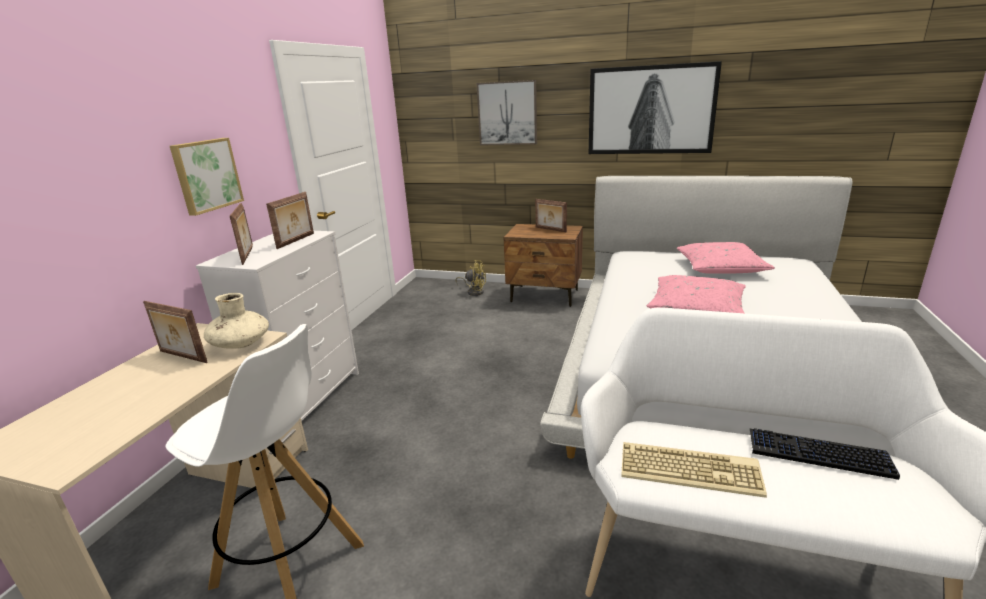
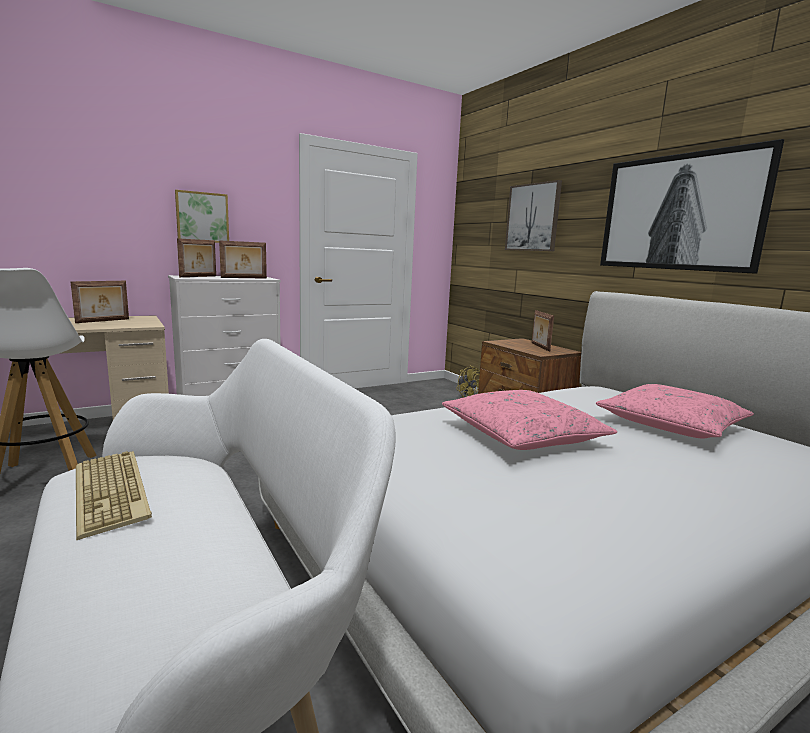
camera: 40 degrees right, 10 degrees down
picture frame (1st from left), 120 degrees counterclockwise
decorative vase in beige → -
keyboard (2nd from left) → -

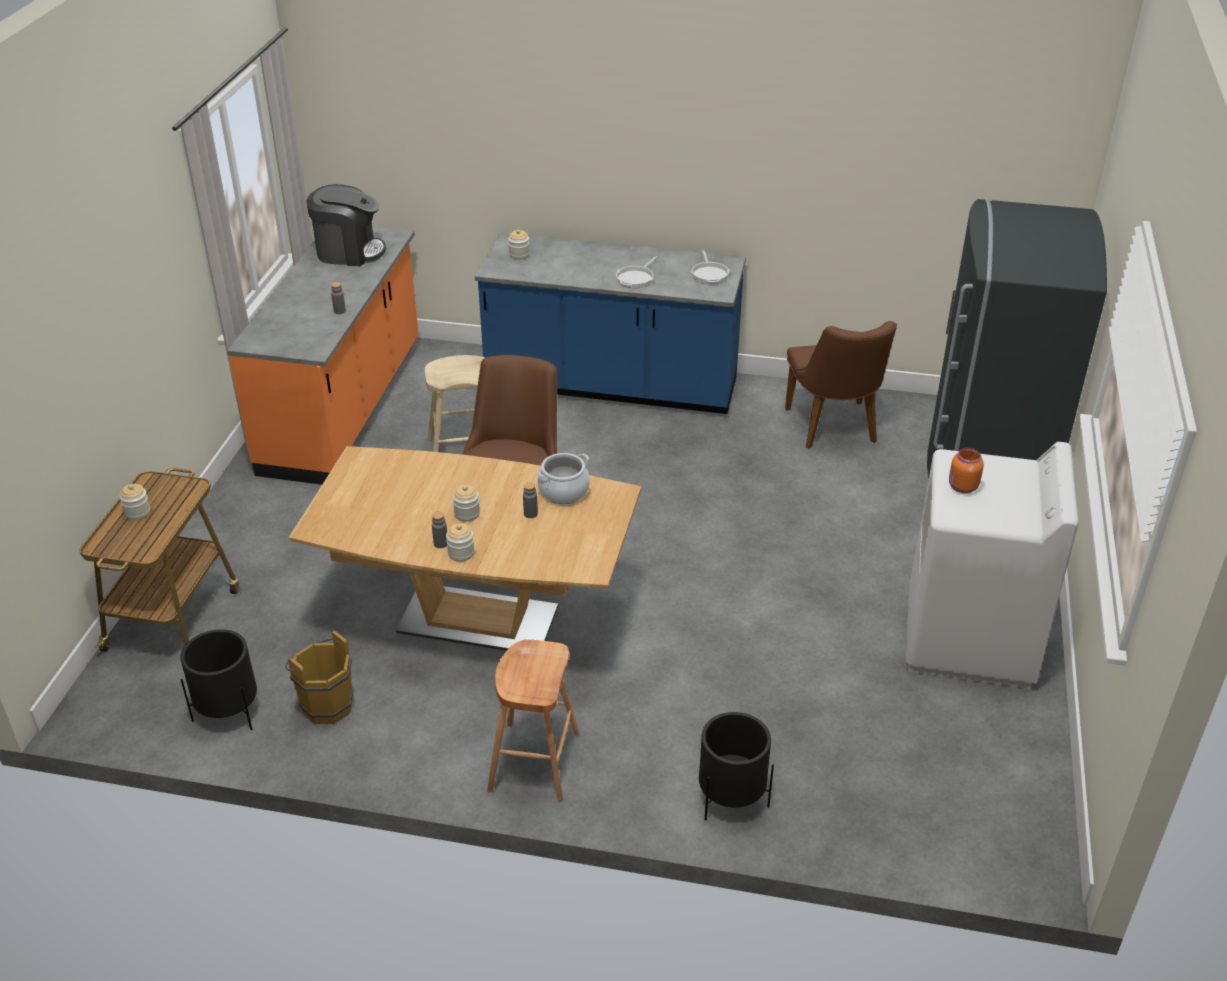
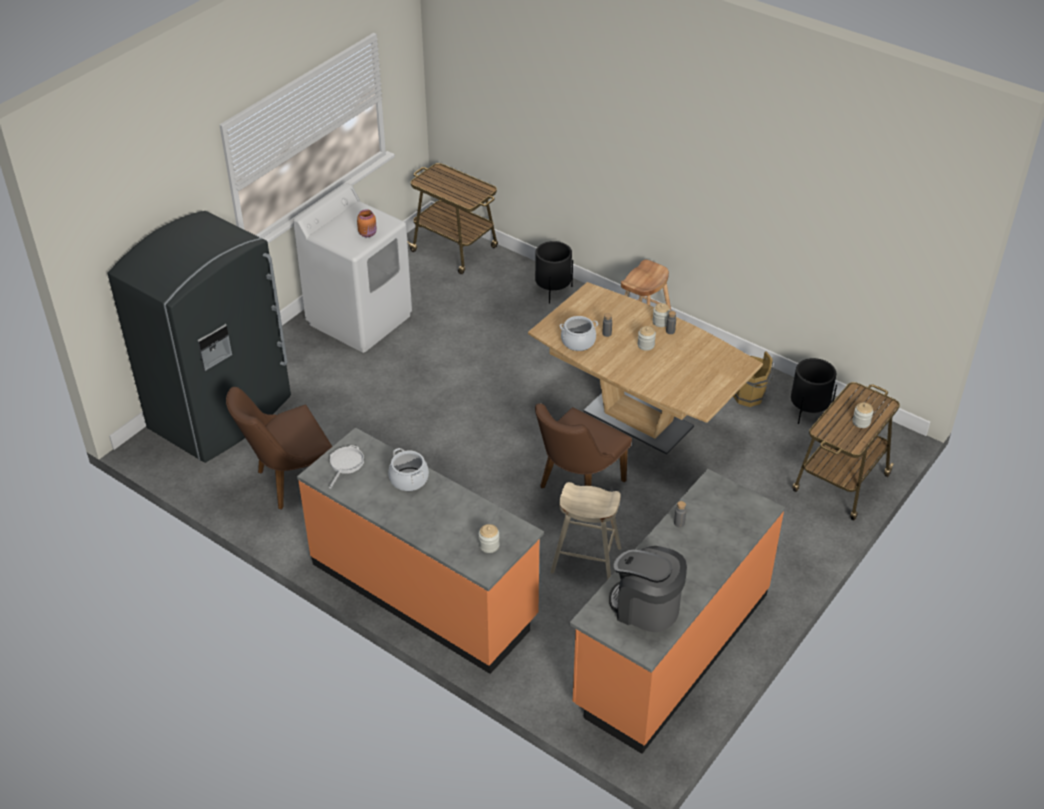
camera: 155 degrees left, 5 degrees up
kitchen base unit in blue → kitchen base unit in orange-coloured (1st from left)
skillet (1st from left) → stockpot (1st from left)
chair in brown-coloured (2nd from left in the first image) → chair in brown-coloured (1st from left), 135 degrees counterclockwise
- → trolley (1st from left)

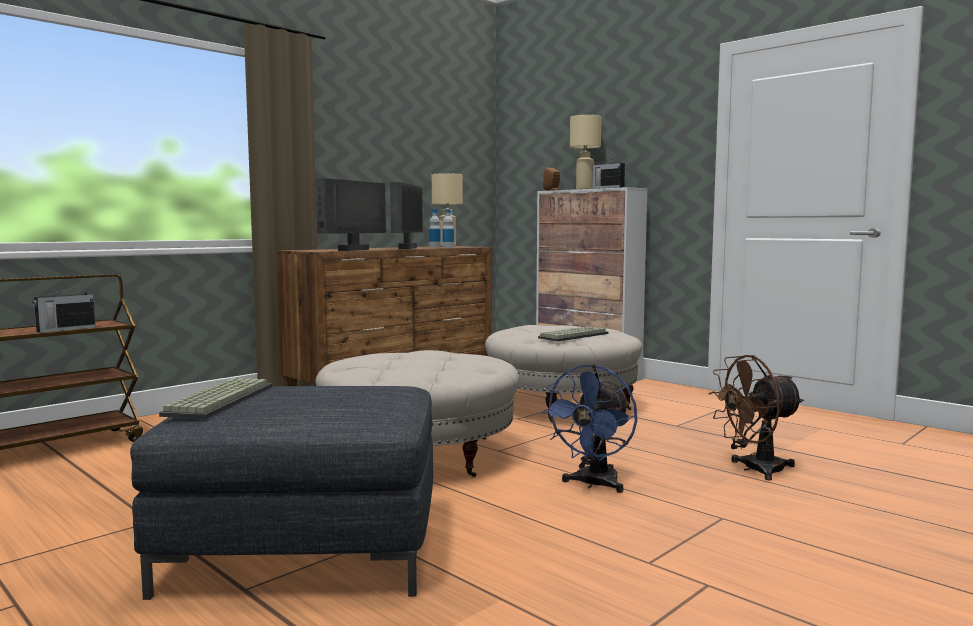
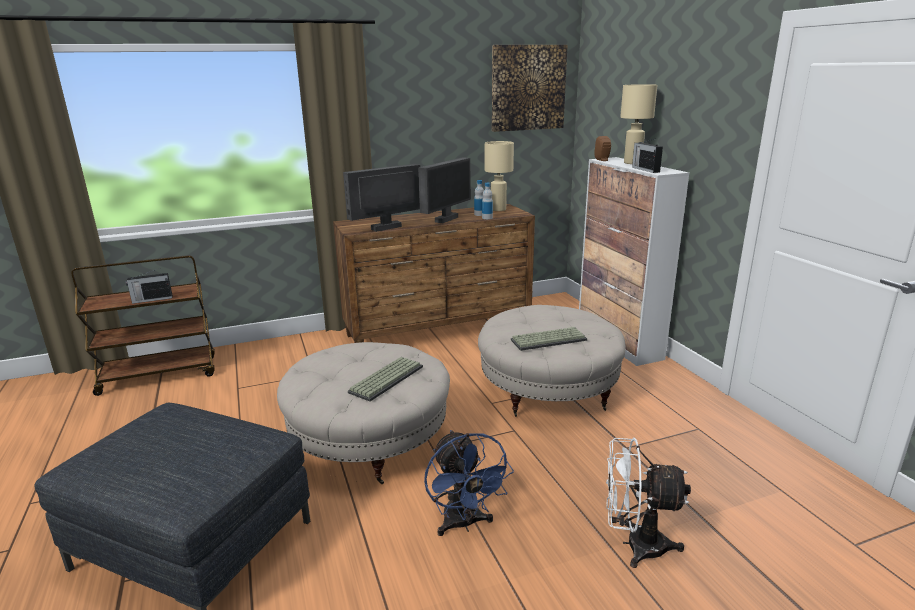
camera: 25 degrees right, 15 degrees up
keyboard (1st from left), move
fan in blue, 75 degrees counterclockwise
fan in brown-coloured → fan in whitish
- → picture

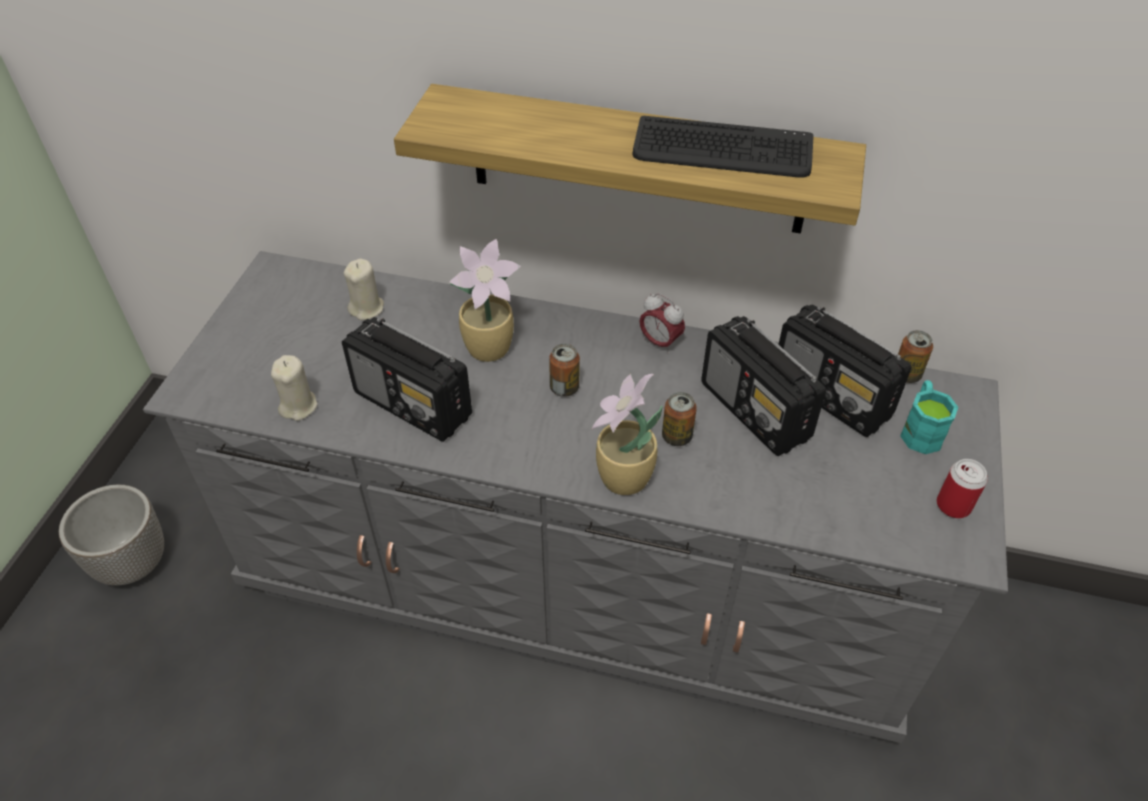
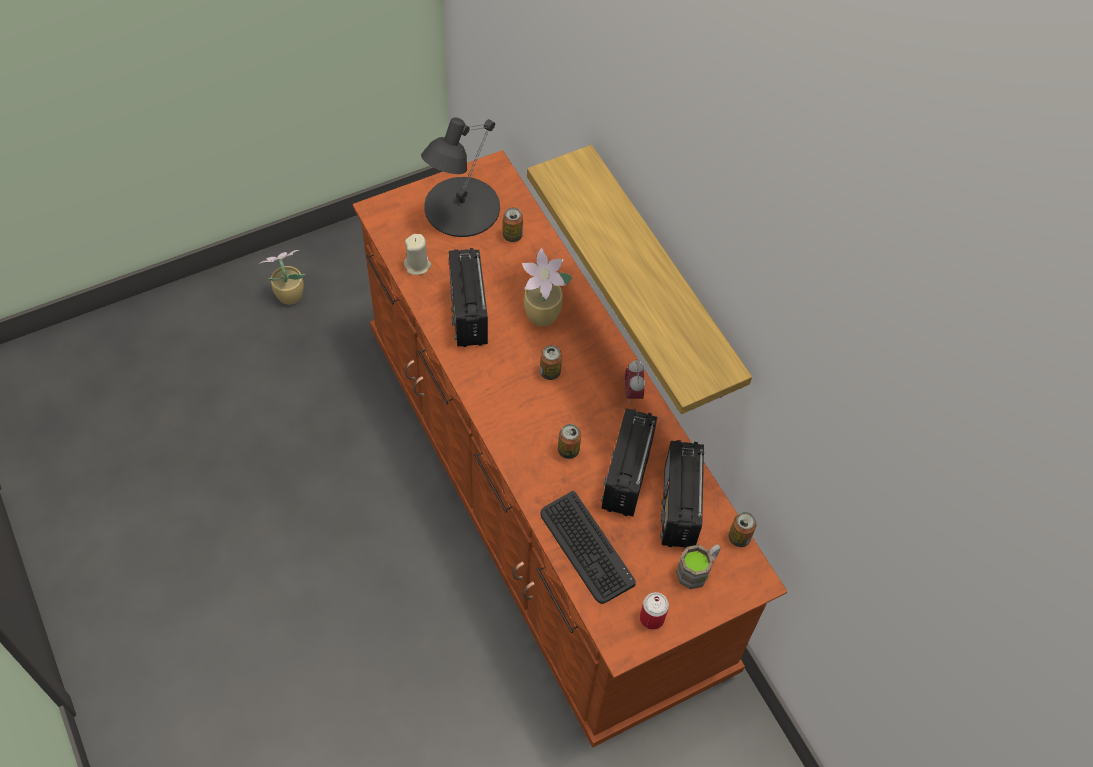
camera: 45 degrees right, 10 degrees up
flower pot → -
dresser in gray → dresser in brown-coloured
candle in beige (2nd from left) → can (1st from left)
houseplant (2nd from left in the first image) → houseplant (1st from left), move
keyboard, move
coffee mug in turquoise → coffee mug in brown-coloured
- → tabletop lamp in black

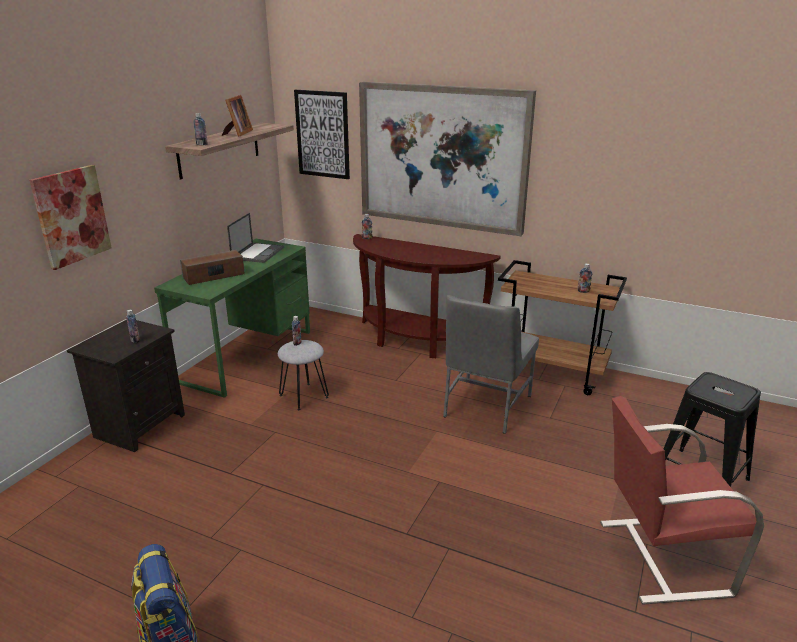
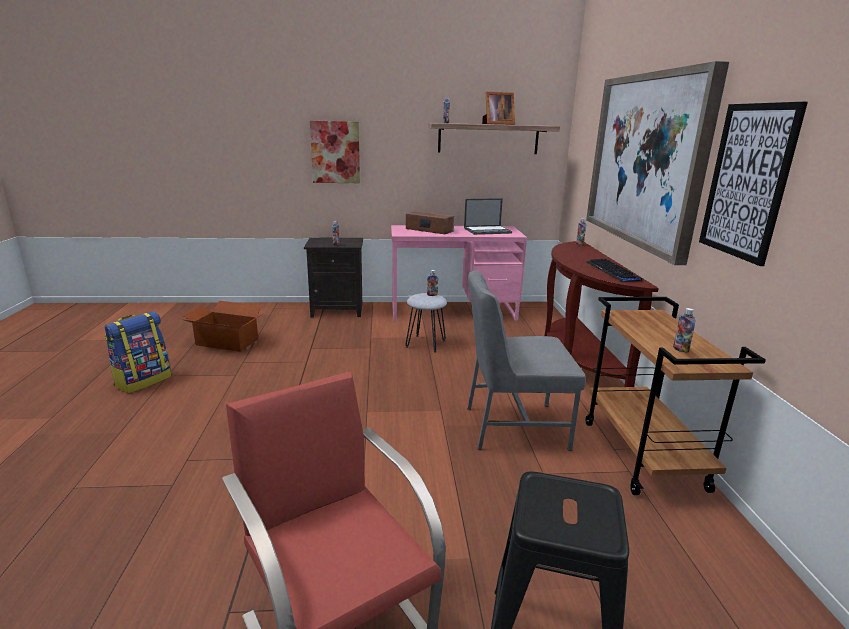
camera: 60 degrees right, 5 degrees down
desk in green → desk in pink-coloured
picture (2nd from left in the first image) → picture (3rd from left), move
- → packing box
- → keyboard

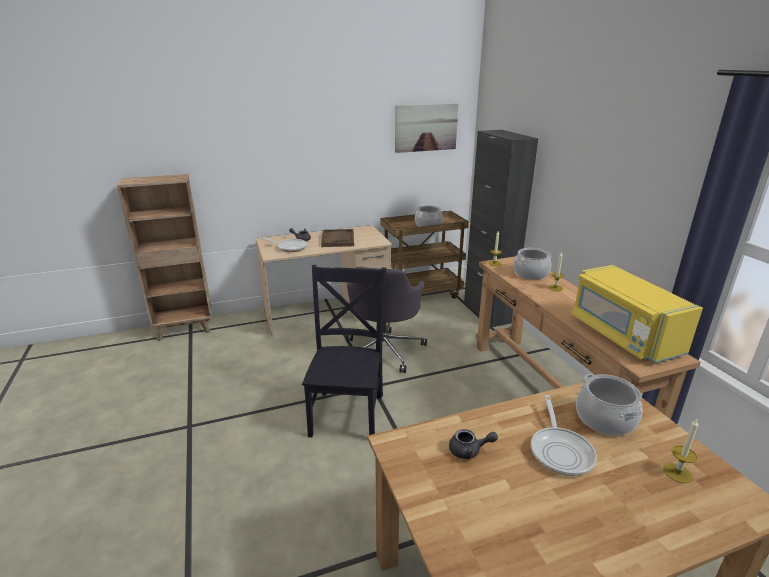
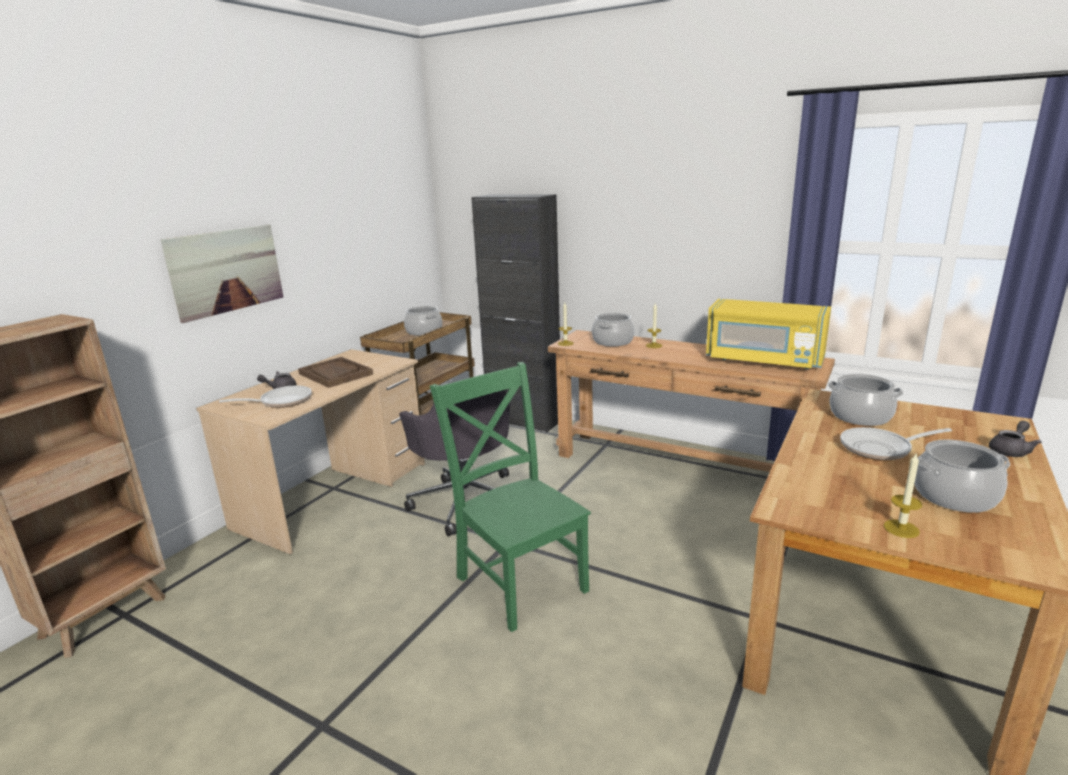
camera: 40 degrees left, 5 degrees down
chair in black → chair in green
picture, move
teapot in gray (2nd from left), move
skillet (2nd from left), 120 degrees clockwise
candle (3rd from left), move
- → stockpot (4th from left)

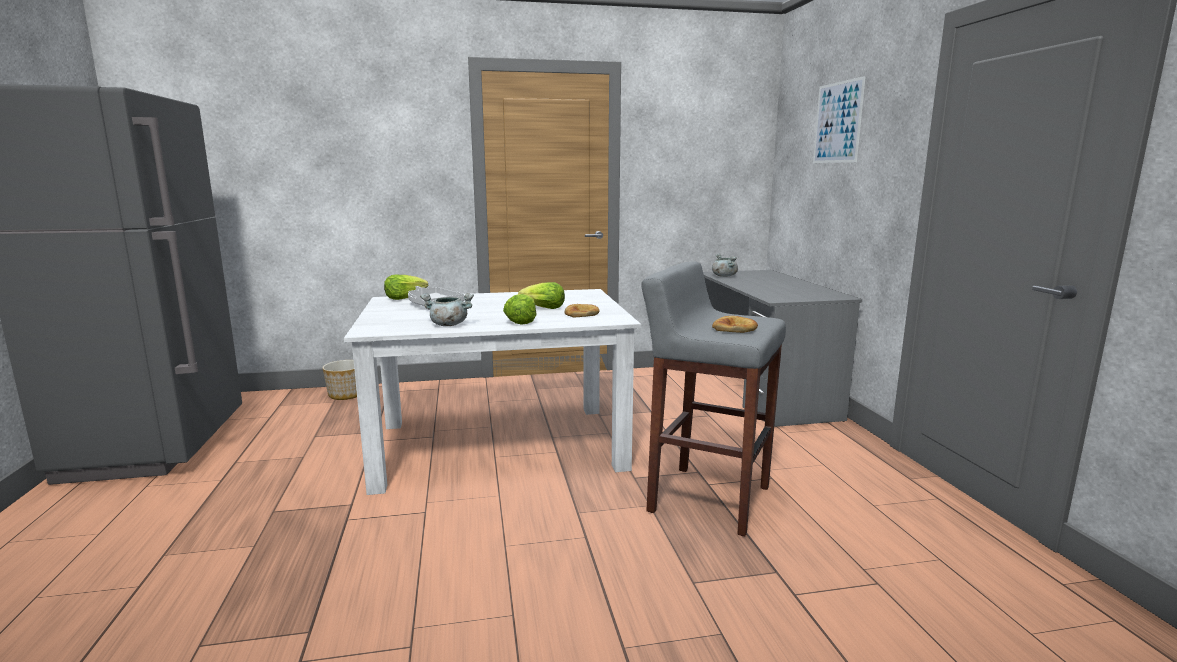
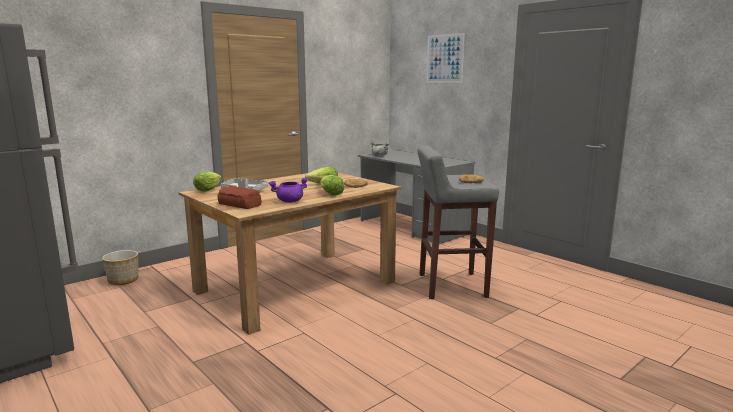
camera: 30 degrees left, 0 degrees up
dining table in whitish → dining table in brown-coloured
stockpot in gray (1st from left) → stockpot in purplish
- → bakery bread (1st from left)

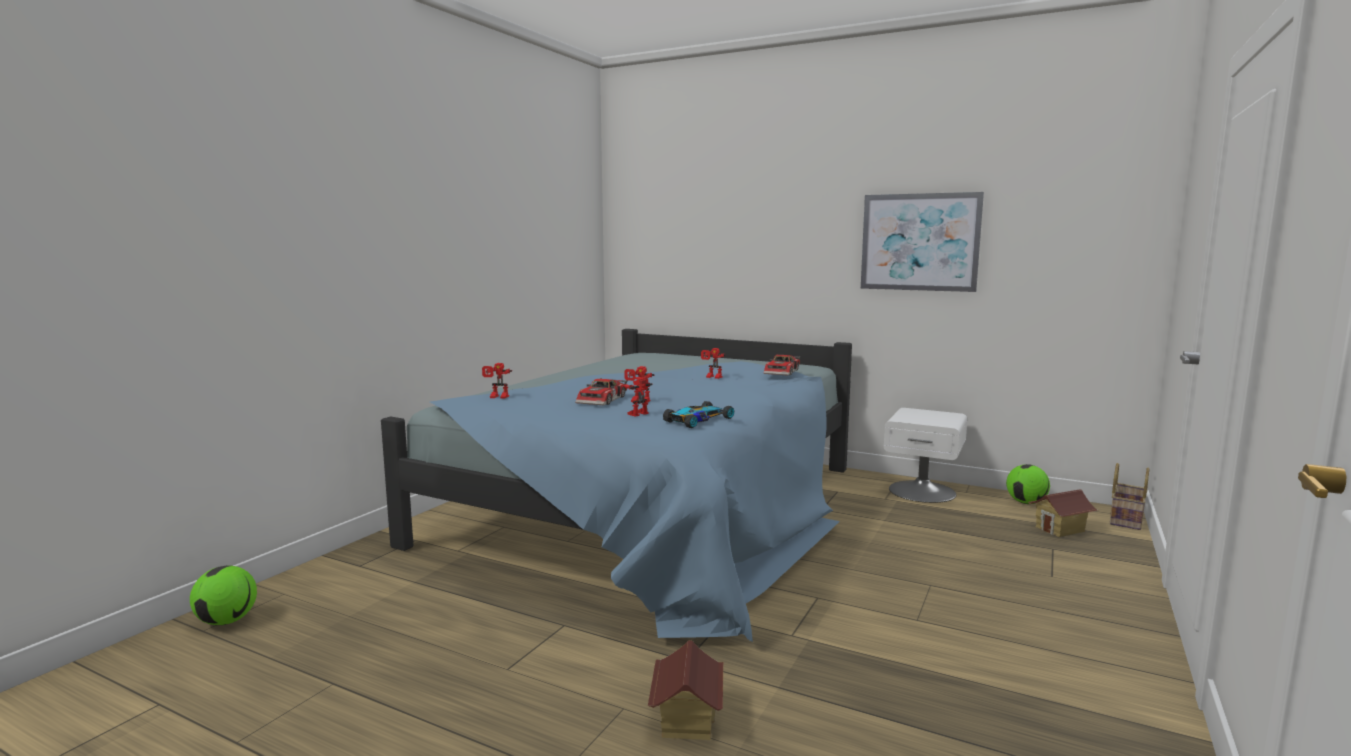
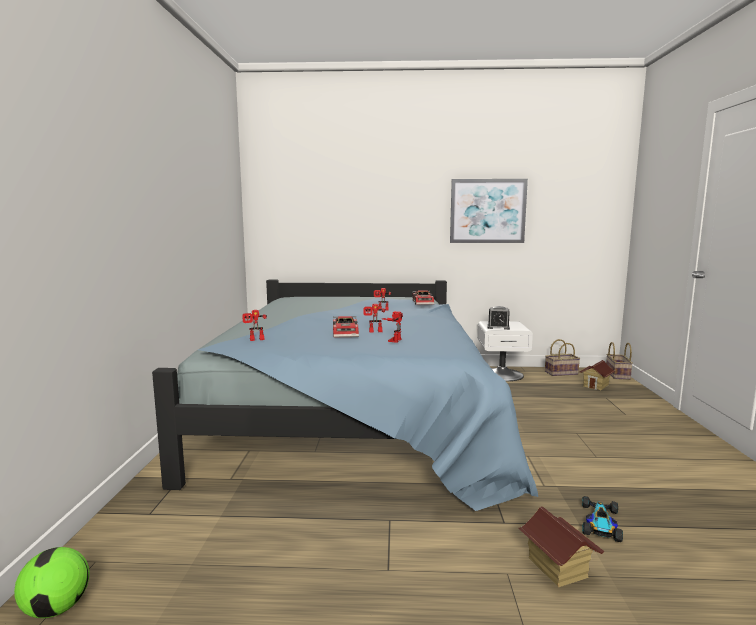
camera: 25 degrees left, 0 degrees up
model car (2nd from left in the first image) → model car (3rd from left), move
football ball (2nd from left) → storage basket (1st from left)
- → table clock

